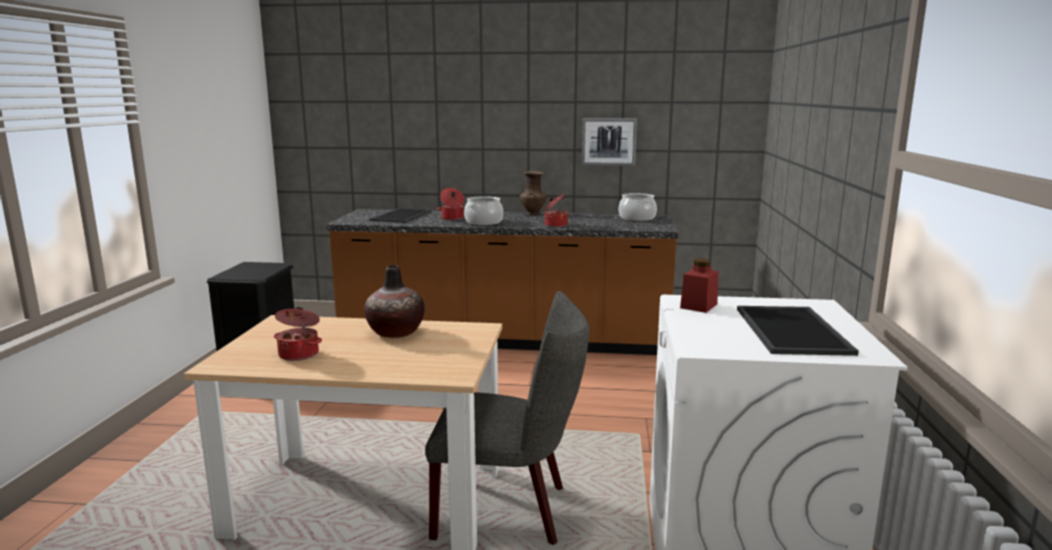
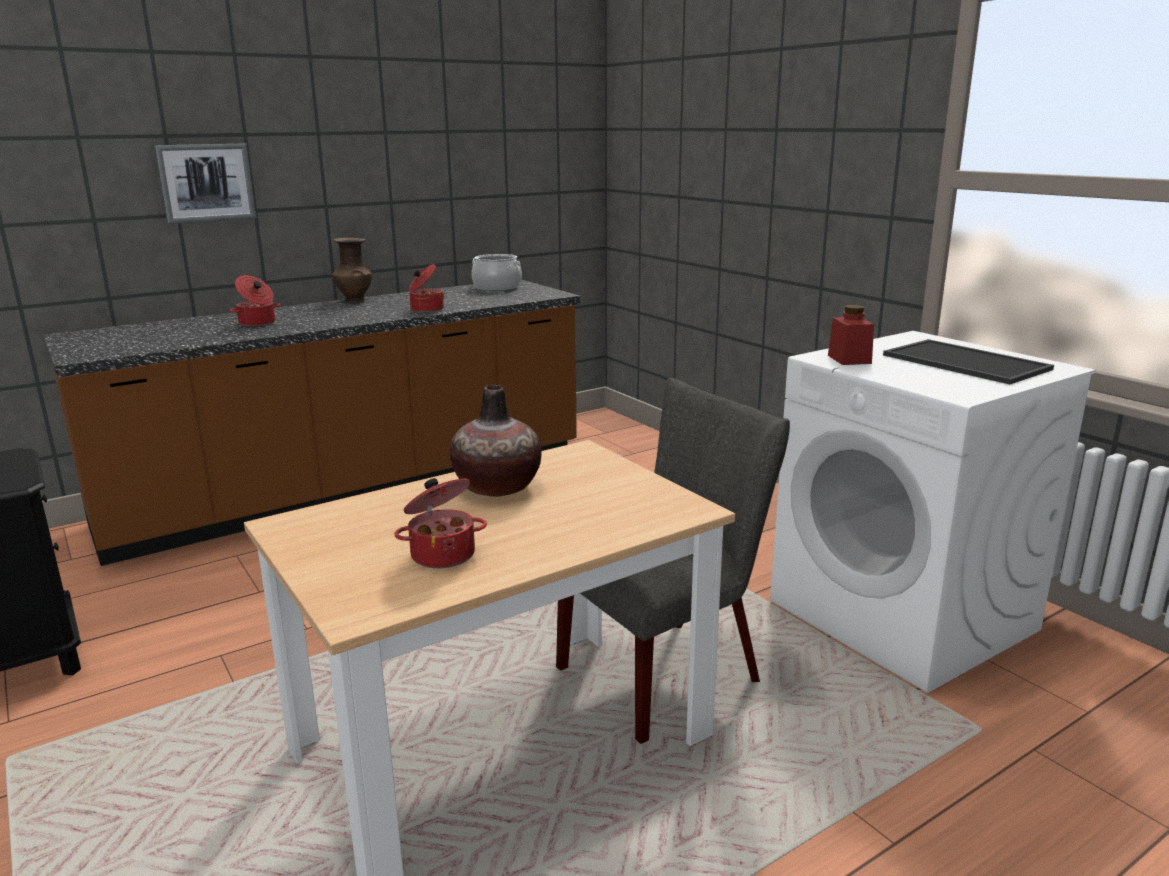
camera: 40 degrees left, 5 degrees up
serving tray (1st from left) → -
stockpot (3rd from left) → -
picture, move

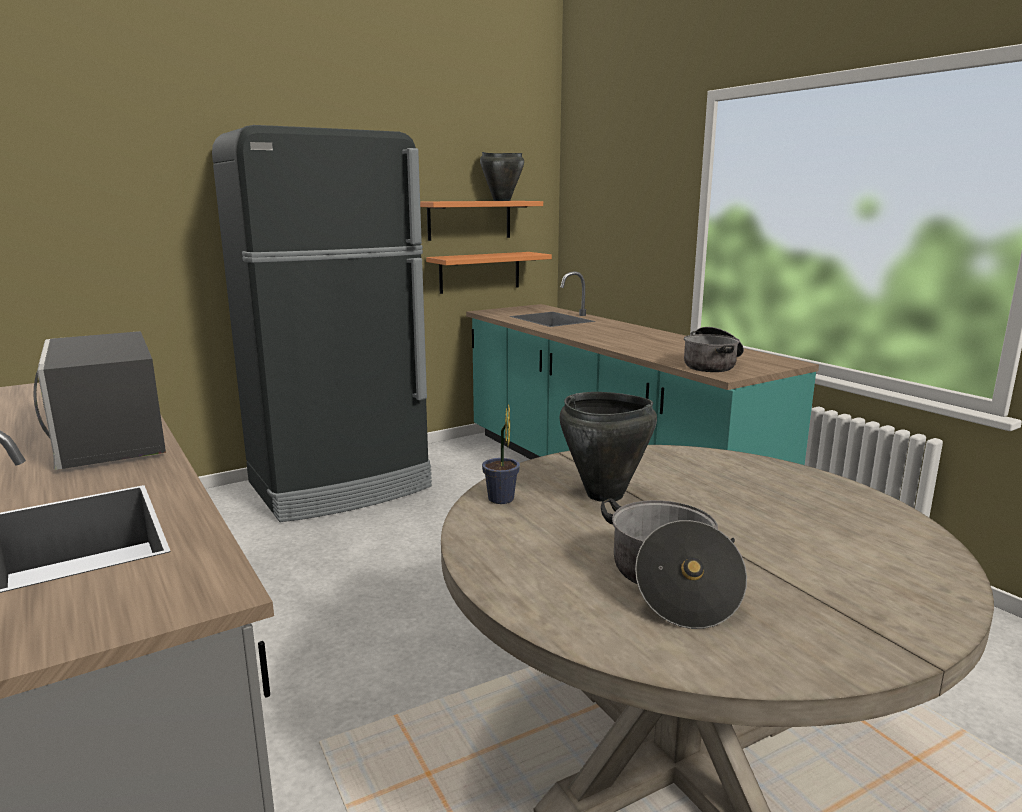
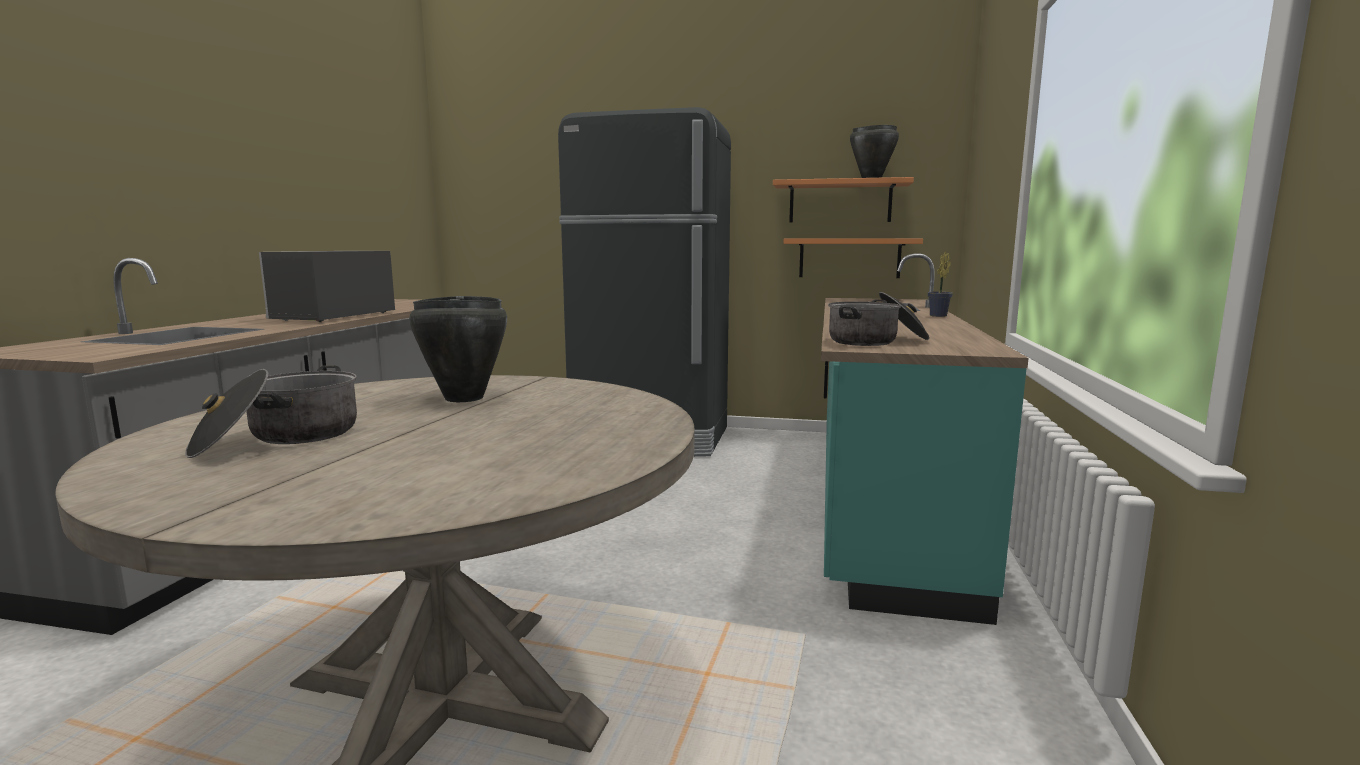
camera: 45 degrees right, 5 degrees down
houseplant, move

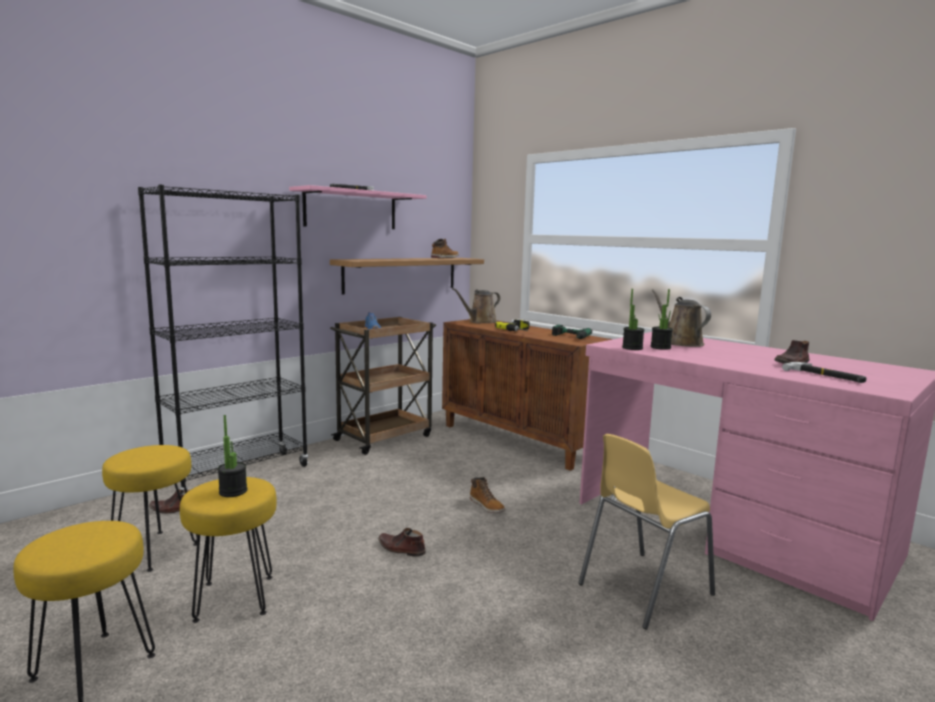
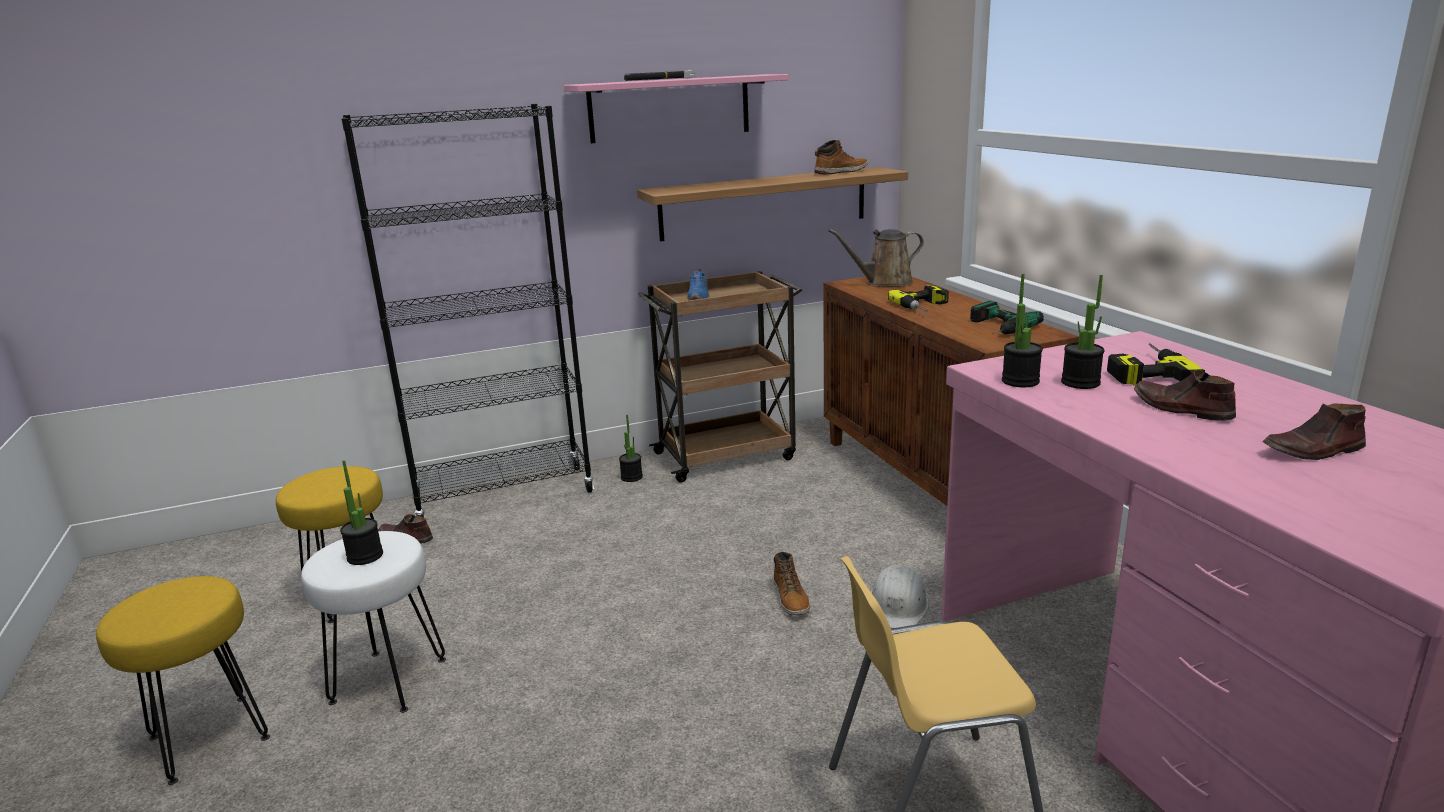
camera: 25 degrees right, 10 degrees up
sitting stool in yellow-coloured (3rd from left) → sitting stool in whitish
low shoe in brown-coloured (2nd from left), move
sprinkling can in brown-coloured (2nd from left) → drill (3rd from left)
tool hammer (2nd from left) → -
- → houseplant (2nd from left)
- → safety helmet in whitish

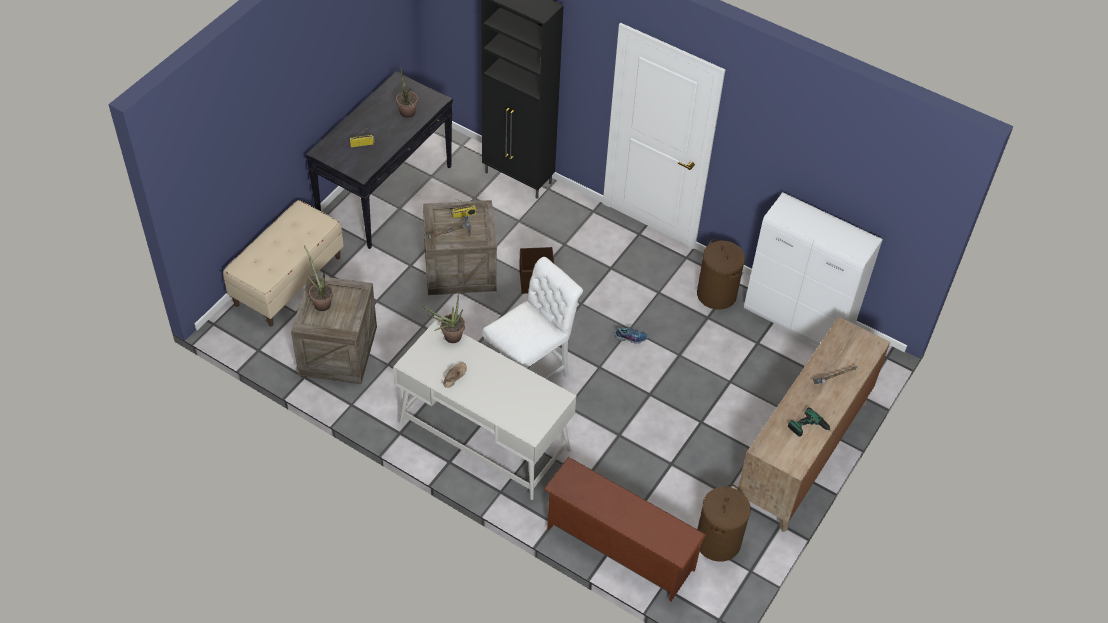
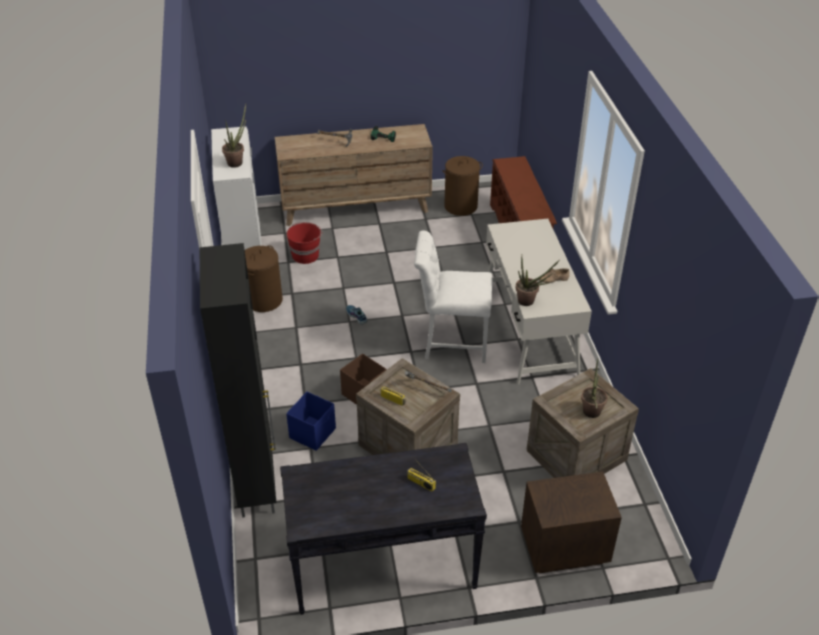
camera: 130 degrees left, 10 degrees down
indoor bench in beige → night table in brown-coloured
houseplant (2nd from left in the first image) → houseplant (1st from left), move
- → storage bin in blue
- → water bucket in reddish

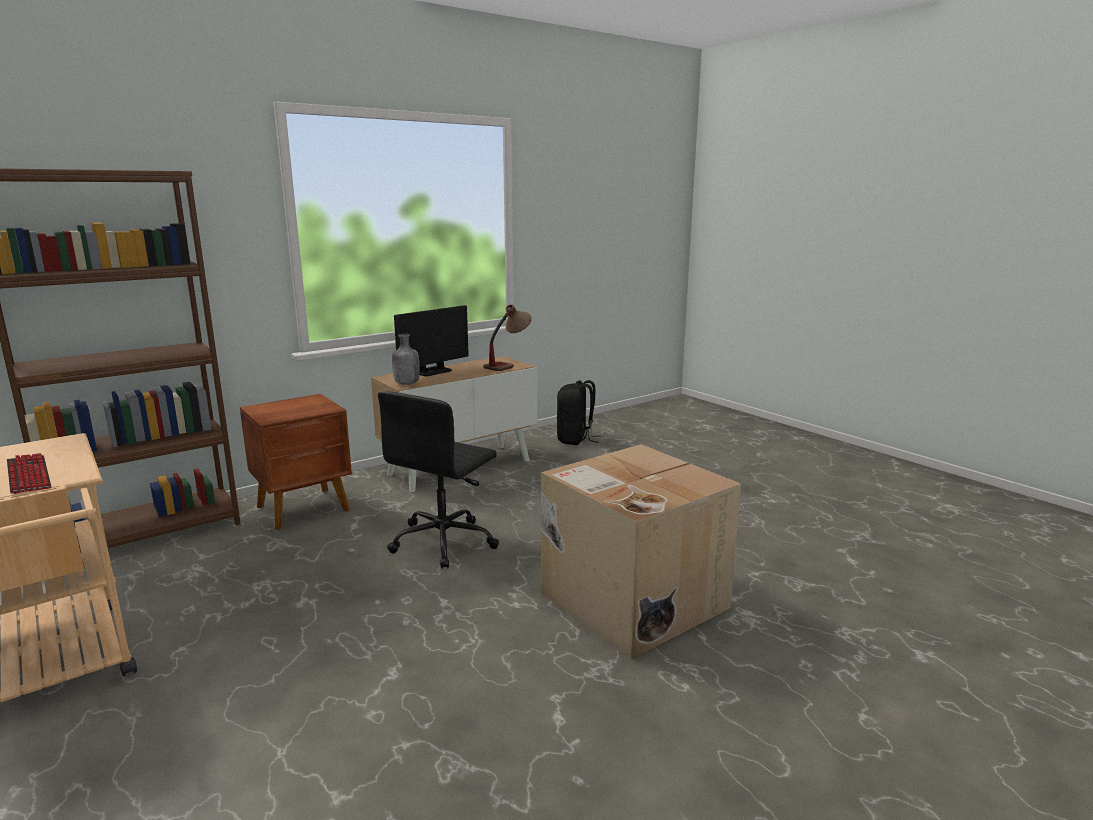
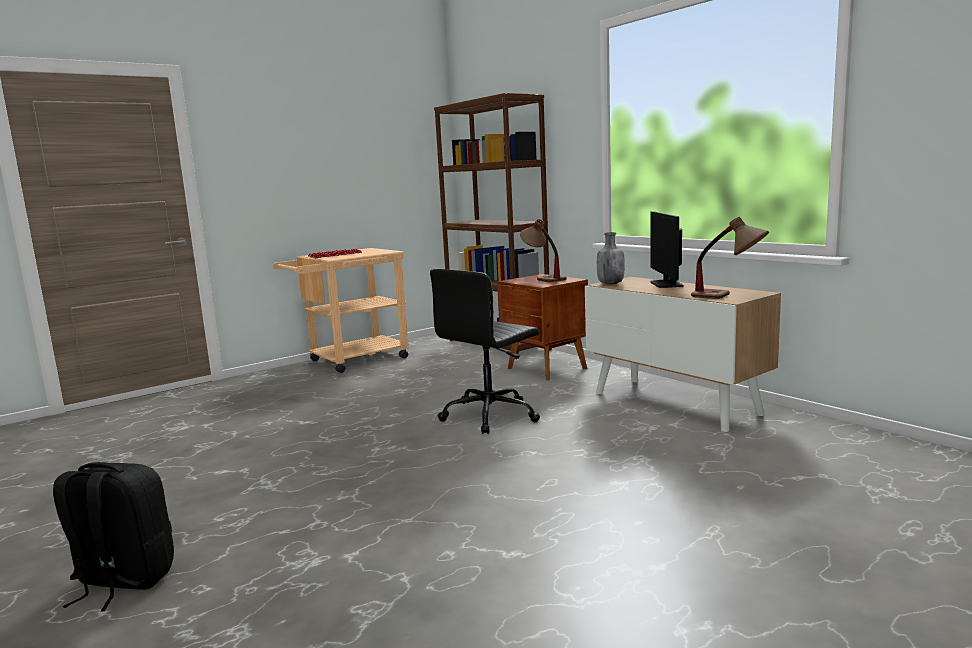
camera: 90 degrees right, 5 degrees down
desk chair in black, 75 degrees counterclockwise
computer screen, 45 degrees clockwise
packing box → -
knapsack in black, move
- → tabletop lamp (1st from left)

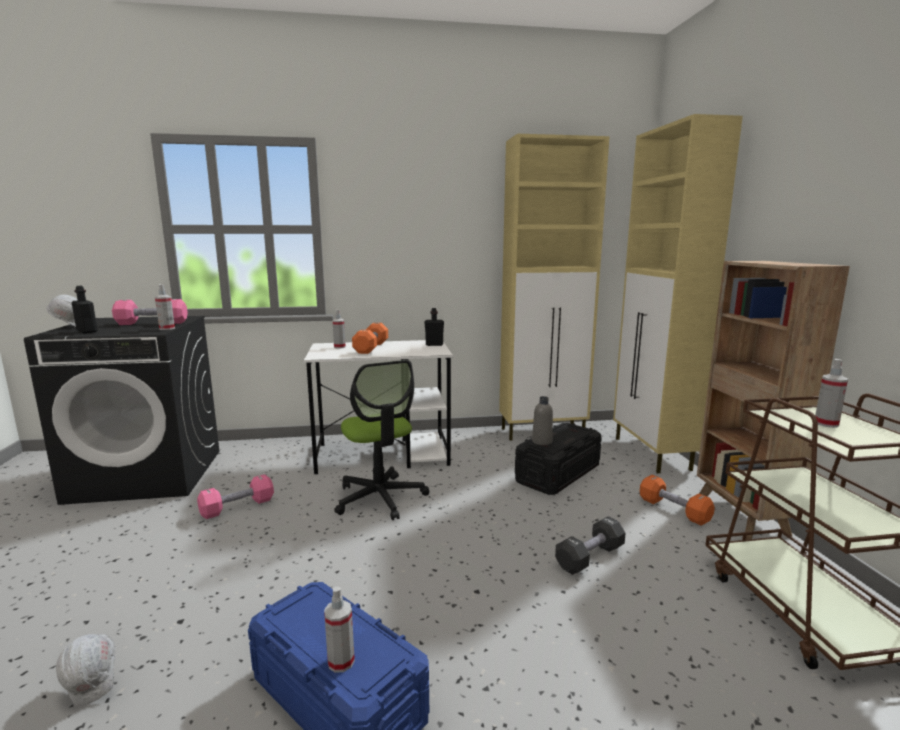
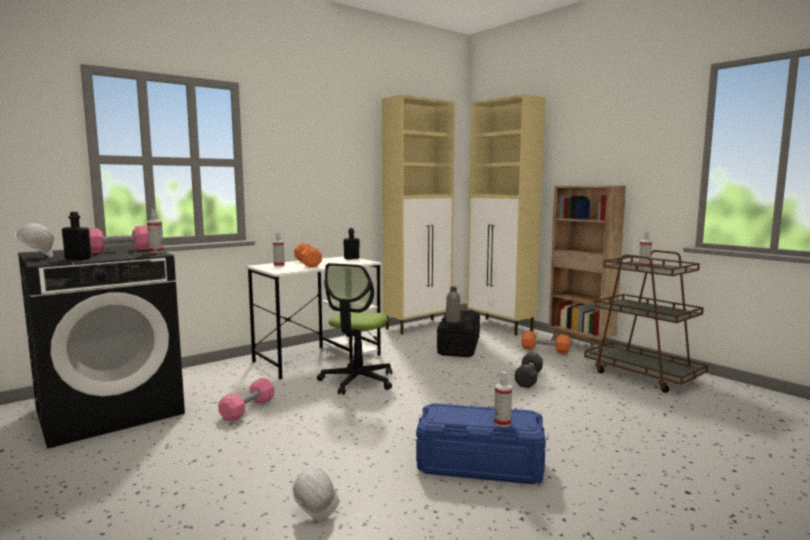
camera: 30 degrees left, 5 degrees down
desk chair, 75 degrees clockwise

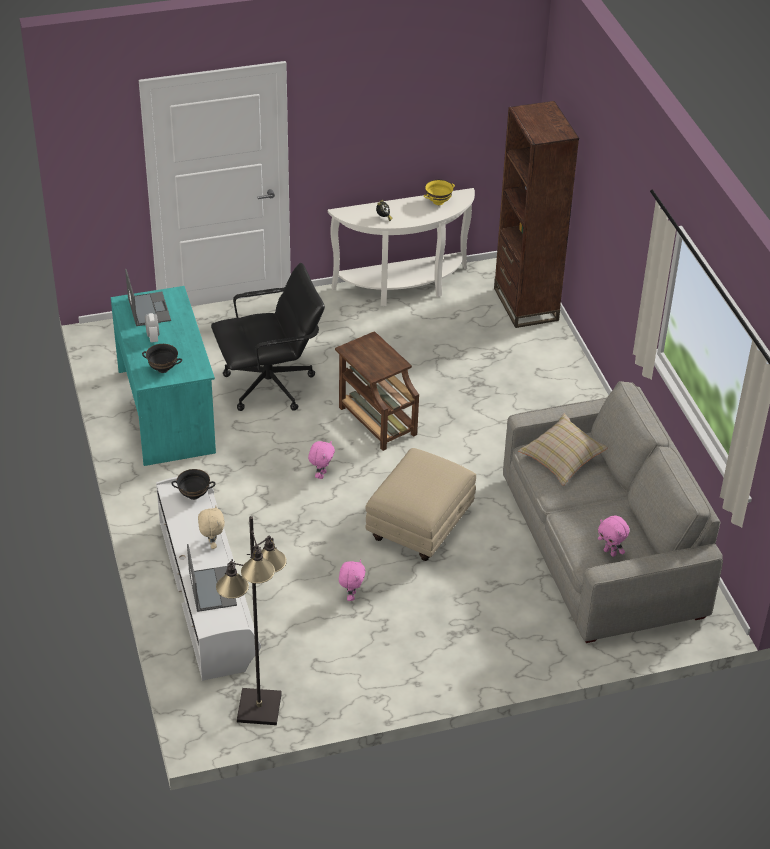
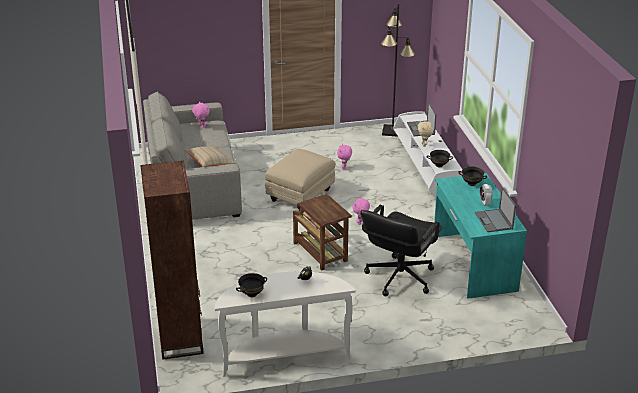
camera: 175 degrees left, 10 degrees down
desk chair in black, 45 degrees counterclockwise
deep dish in yellow-coloured → deep dish in black (1st from left)

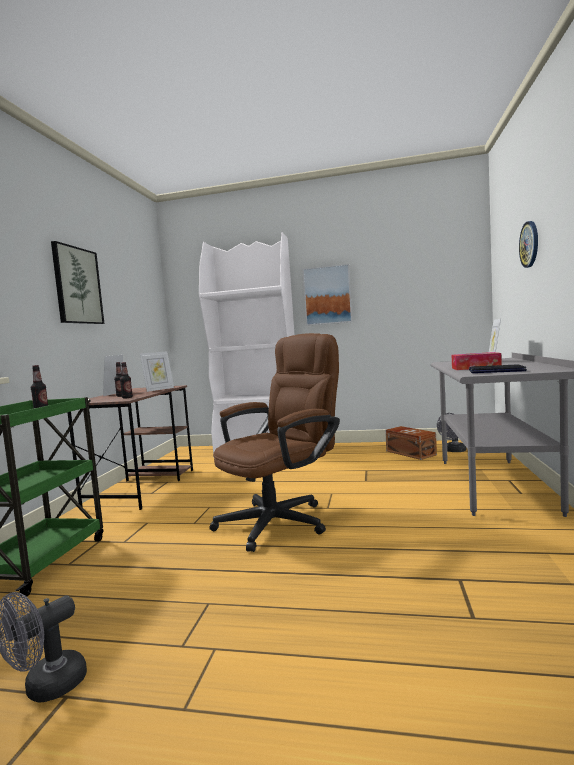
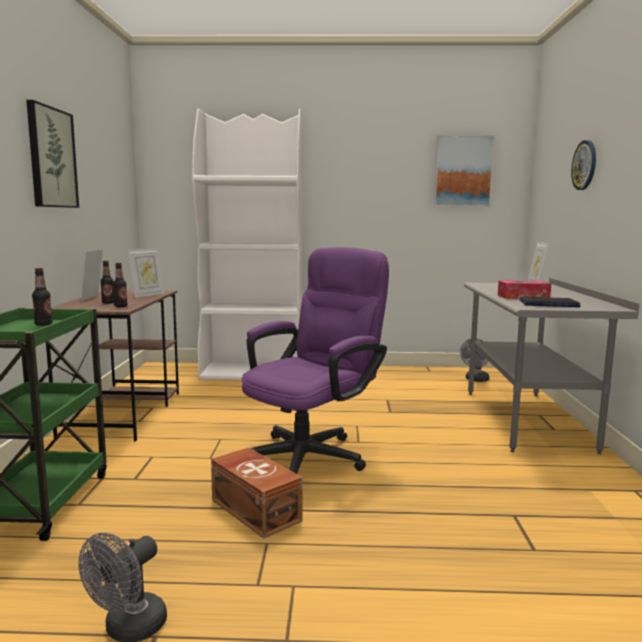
camera: 10 degrees left, 5 degrees up
desk chair in brown-coloured → desk chair in purplish
picture (2nd from left), move
storage bin in brown-coloured, move

